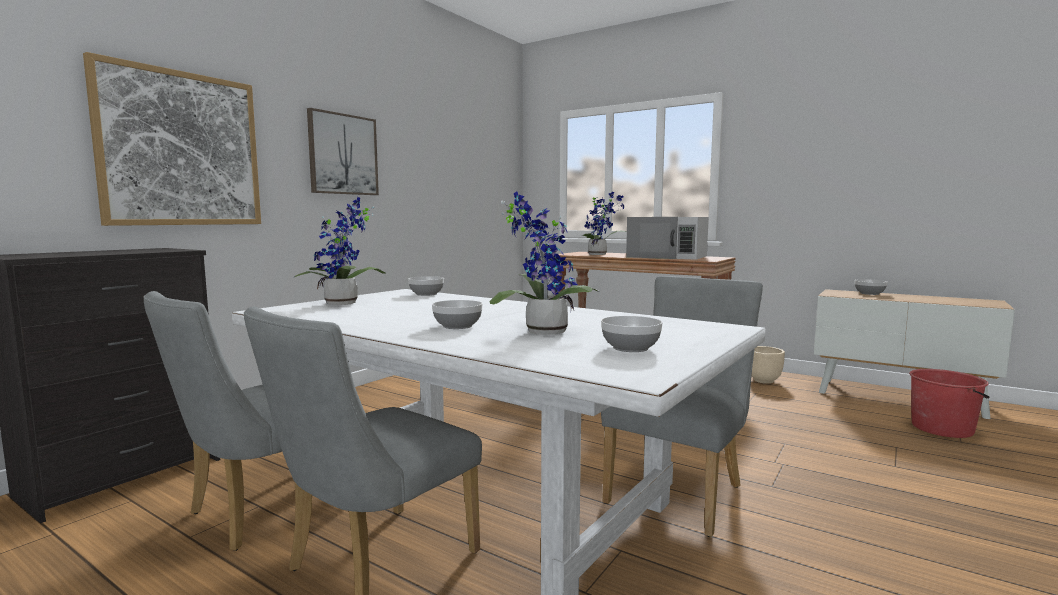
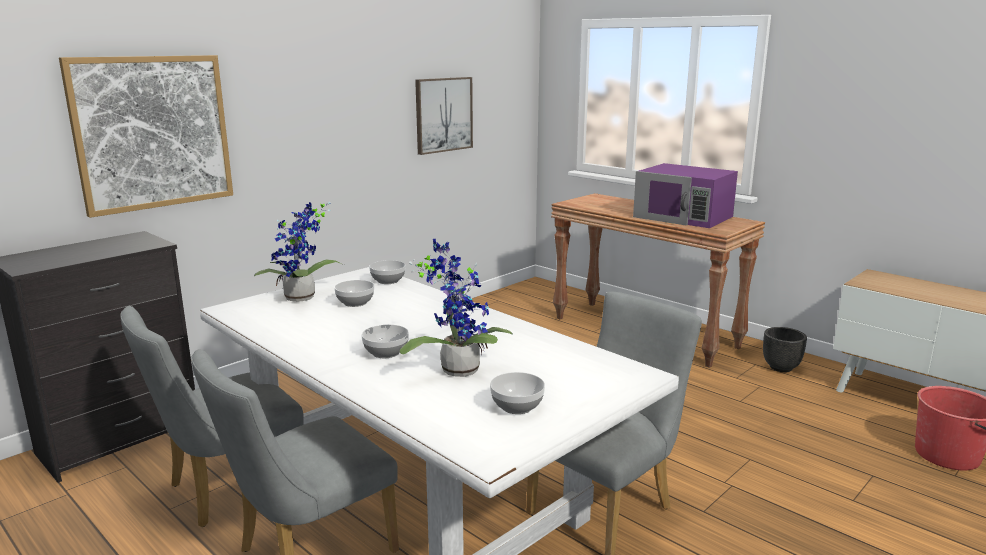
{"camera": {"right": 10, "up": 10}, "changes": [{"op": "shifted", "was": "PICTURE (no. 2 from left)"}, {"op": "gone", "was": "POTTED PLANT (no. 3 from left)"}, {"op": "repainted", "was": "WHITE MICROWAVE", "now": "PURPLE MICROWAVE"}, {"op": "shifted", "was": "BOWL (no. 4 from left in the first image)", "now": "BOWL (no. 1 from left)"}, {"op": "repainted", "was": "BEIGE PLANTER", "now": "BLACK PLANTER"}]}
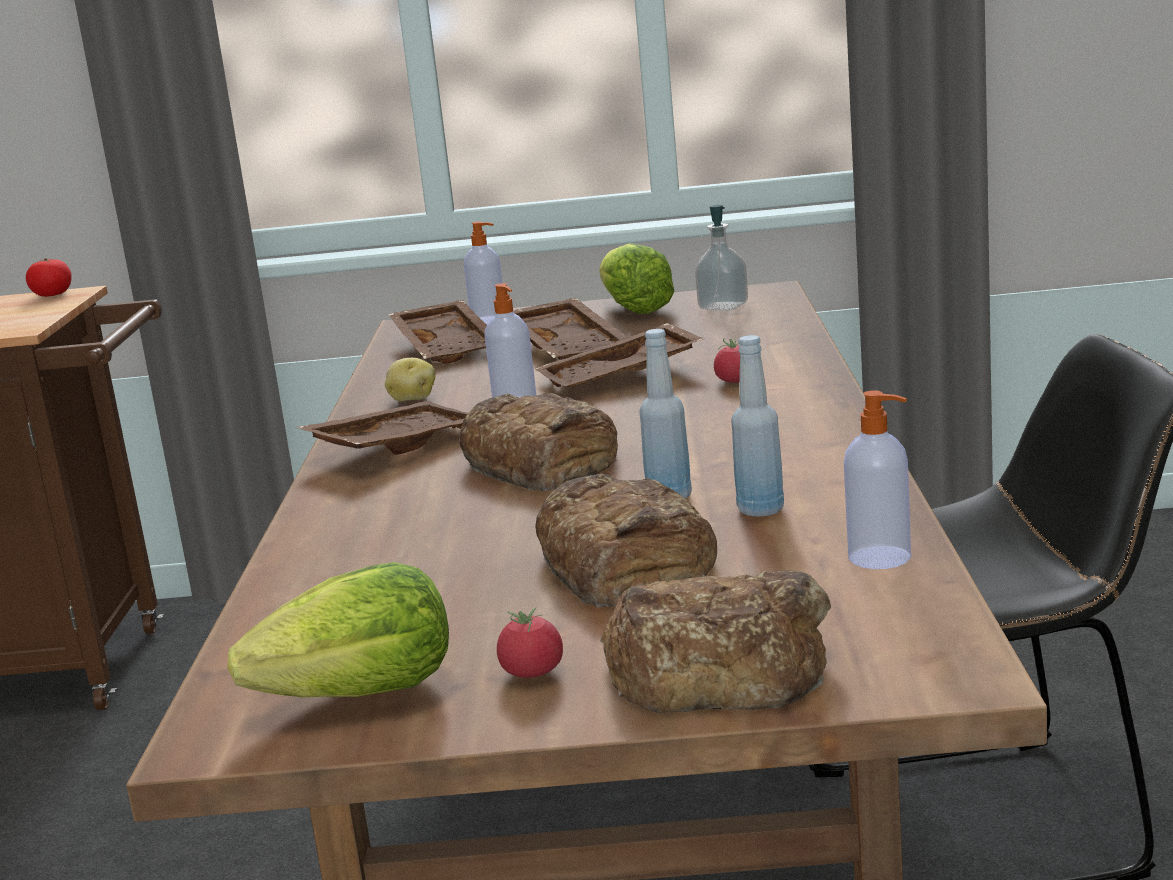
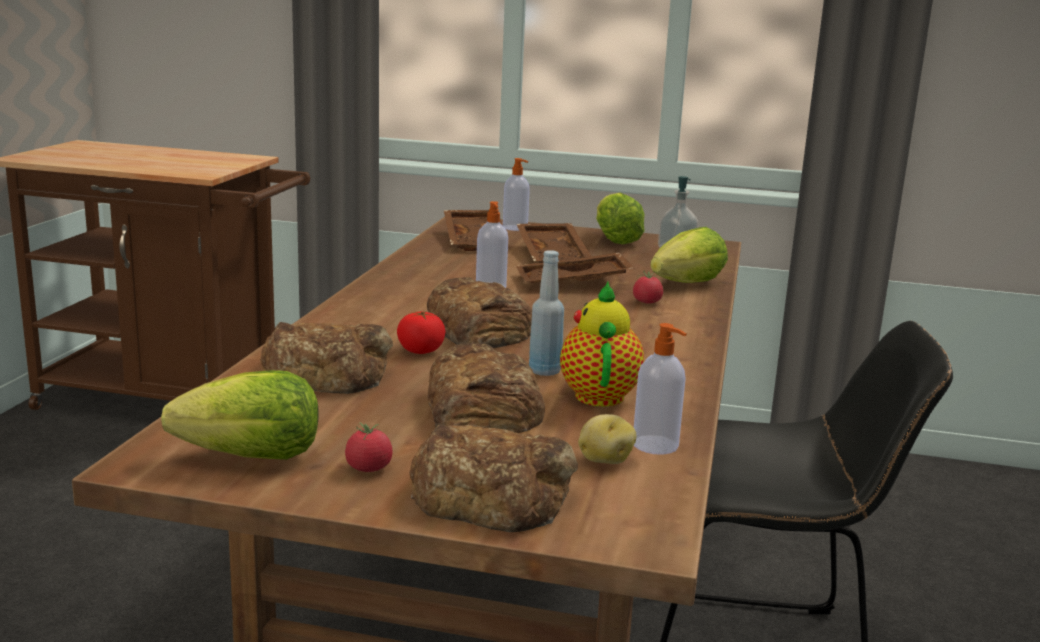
{"camera": {"right": 10, "up": 0}, "changes": [{"op": "shifted", "was": "TOMATO (no. 1 from left in the first image)", "now": "TOMATO (no. 2 from left)"}, {"op": "swapped", "was": "BLUE BOTTLE (no. 2 from left)", "now": "TEAPOT"}, {"op": "shifted", "was": "POTATO"}, {"op": "gone", "was": "BROWN TRAY (no. 1 from left)"}, {"op": "new", "now": "LETTUCE (no. 3 from left)"}, {"op": "new", "now": "BREAD (no. 1 from left)"}]}
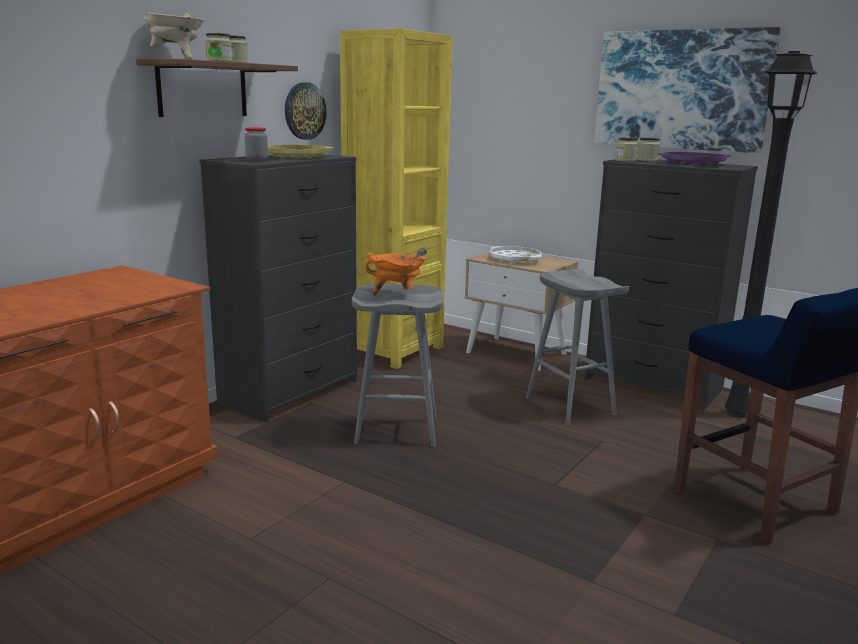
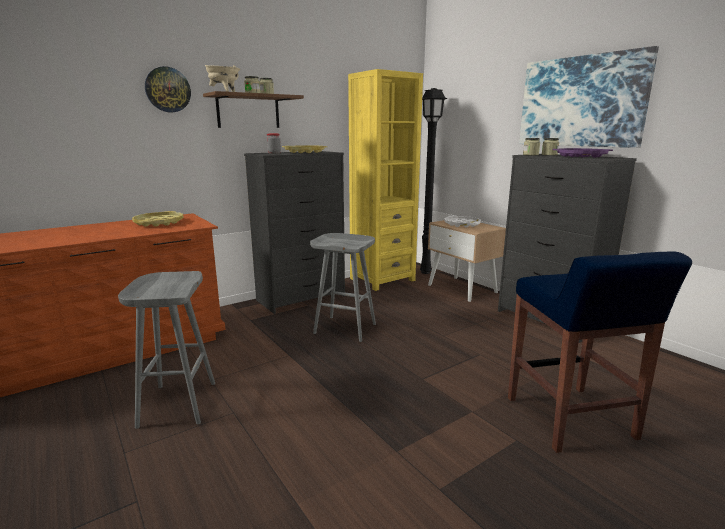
{"camera": {"right": 20, "up": 0}, "changes": [{"op": "shifted", "was": "BLACK FLOOR LAMP"}, {"op": "shifted", "was": "WALL CLOCK"}, {"op": "gone", "was": "ORANGE COOKING POT"}, {"op": "shifted", "was": "GREY STOOL (no. 2 from left in the first image)", "now": "GREY STOOL (no. 1 from left)"}, {"op": "new", "now": "YELLOW TRAY (no. 1 from left)"}]}
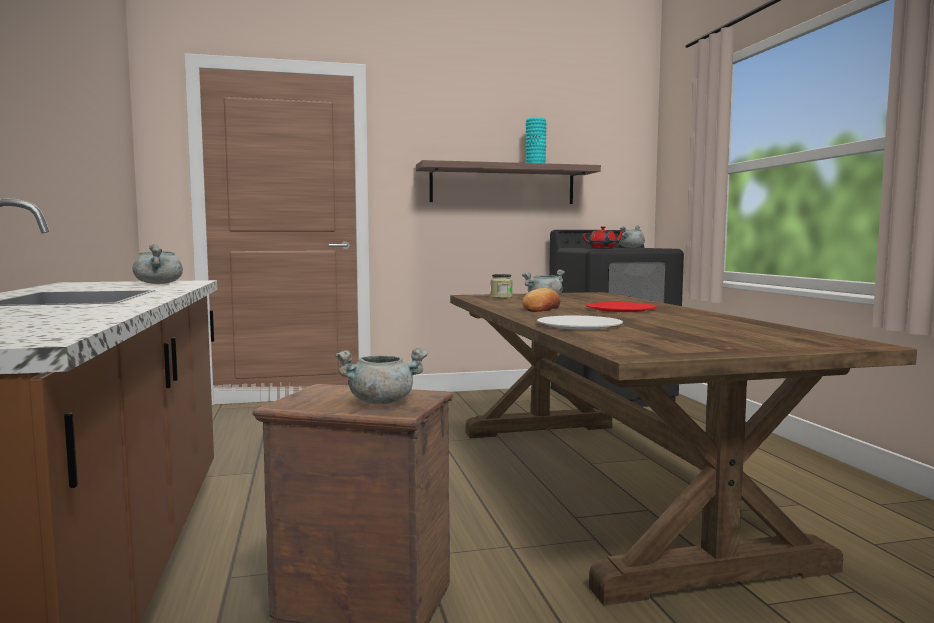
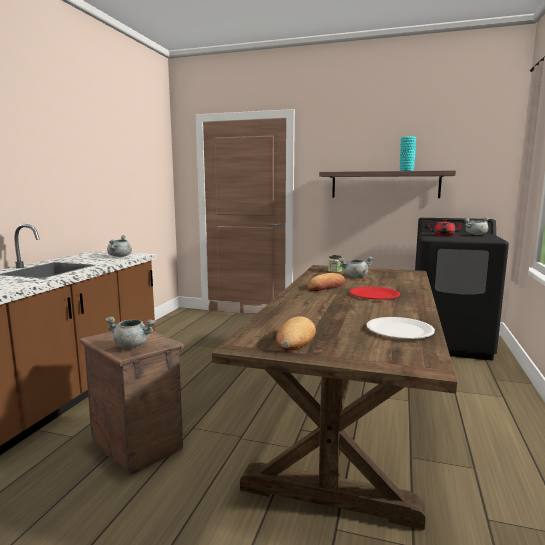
{"camera": {"right": 30, "up": 5}, "changes": [{"op": "shifted", "was": "WHITE PLATE"}, {"op": "new", "now": "BREAD (no. 1 from left)"}]}
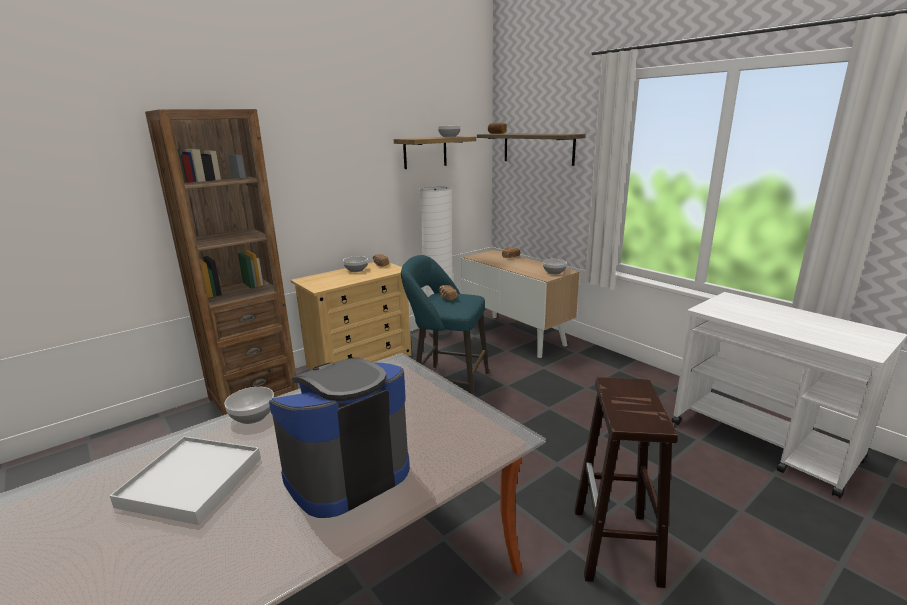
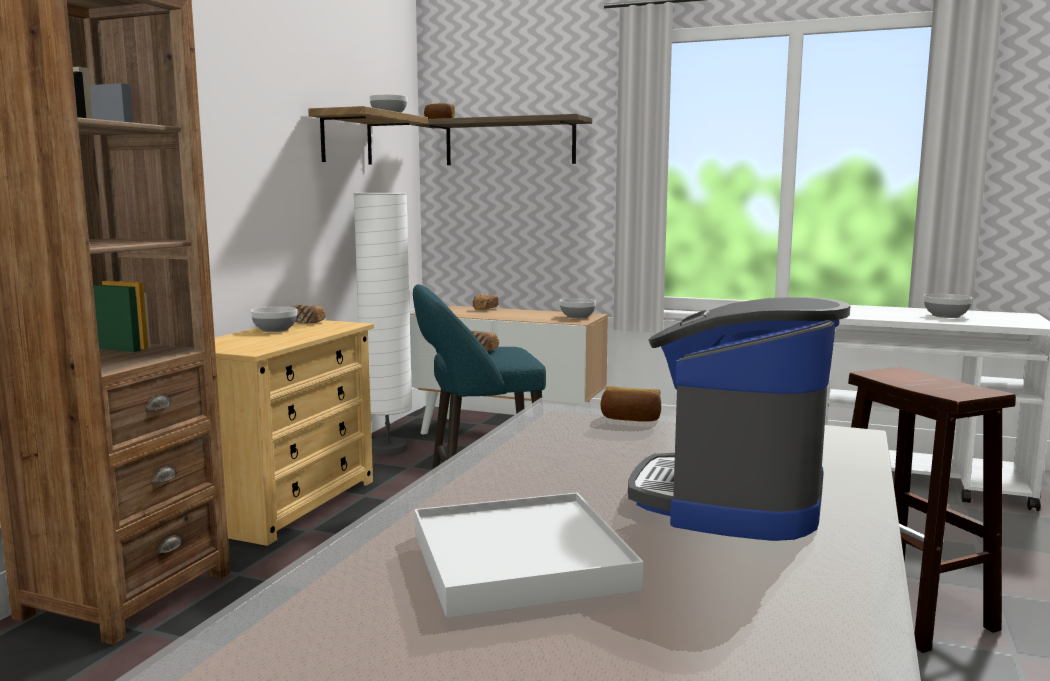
{"camera": {"right": -30, "up": -10}, "changes": [{"op": "shifted", "was": "BOWL (no. 1 from left in the first image)", "now": "BOWL (no. 4 from left)"}, {"op": "new", "now": "BREAD (no. 5 from left)"}]}
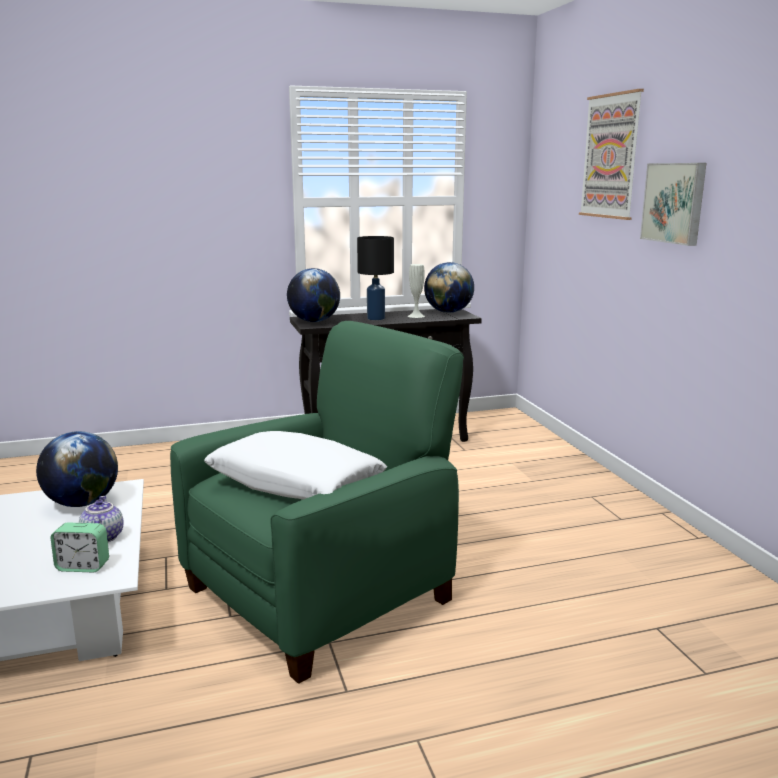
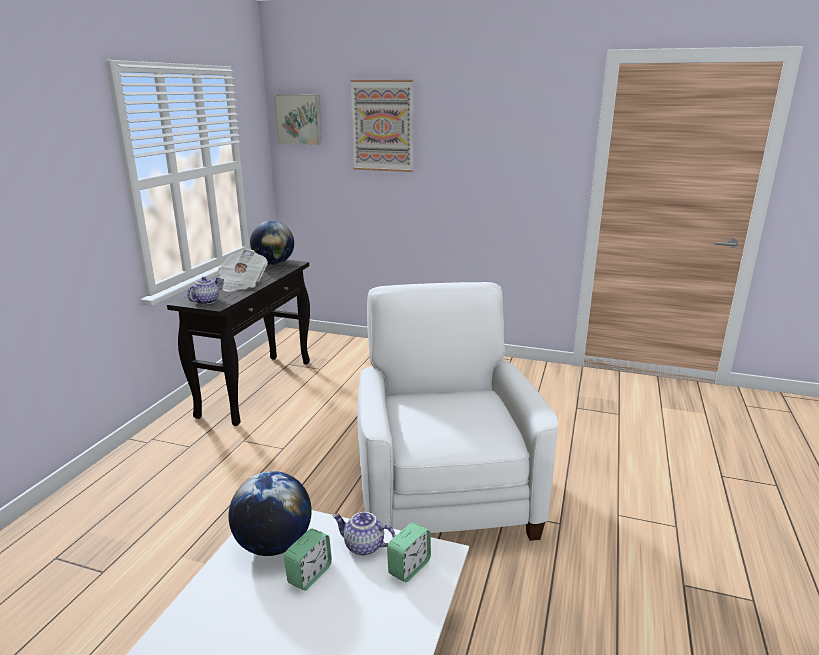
{"camera": {"right": -55, "up": 5}, "changes": [{"op": "shifted", "was": "PICTURE (no. 2 from left in the first image)", "now": "PICTURE (no. 1 from left)"}, {"op": "swapped", "was": "BLACK TABLE LAMP", "now": "NEWSPAPER"}, {"op": "gone", "was": "WHITE VASE"}, {"op": "swapped", "was": "GLOBE (no. 2 from left)", "now": "TEAPOT (no. 1 from left)"}, {"op": "repainted", "was": "GREEN ARMCHAIR", "now": "WHITE ARMCHAIR"}, {"op": "gone", "was": "WHITE PILLOW"}, {"op": "new", "now": "ALARM CLOCK (no. 1 from left)"}]}
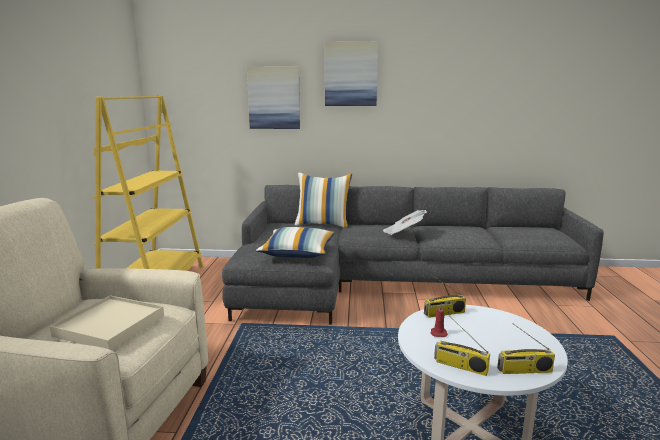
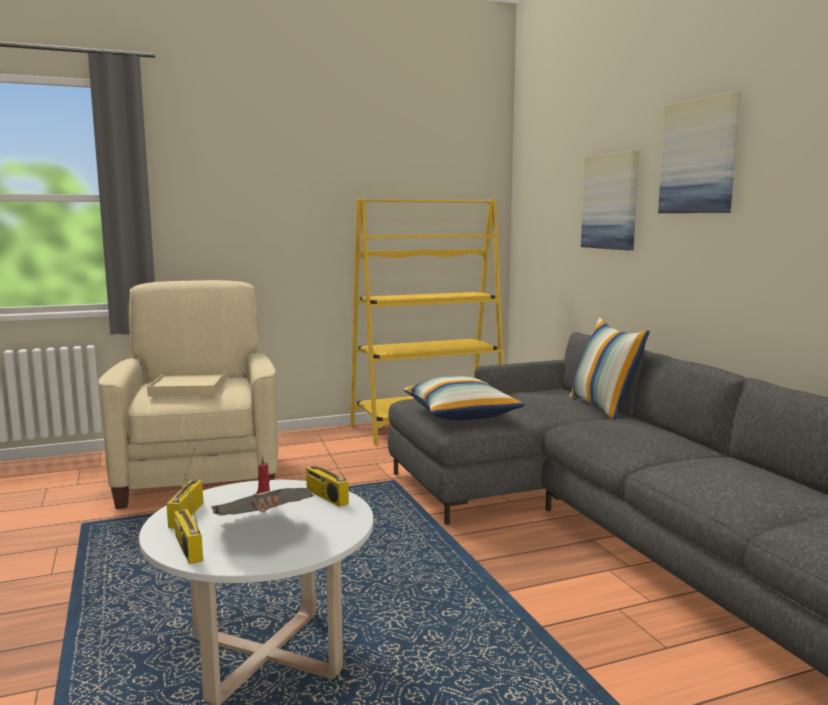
{"camera": {"right": 65, "up": -5}, "changes": [{"op": "shifted", "was": "NEWSPAPER"}]}
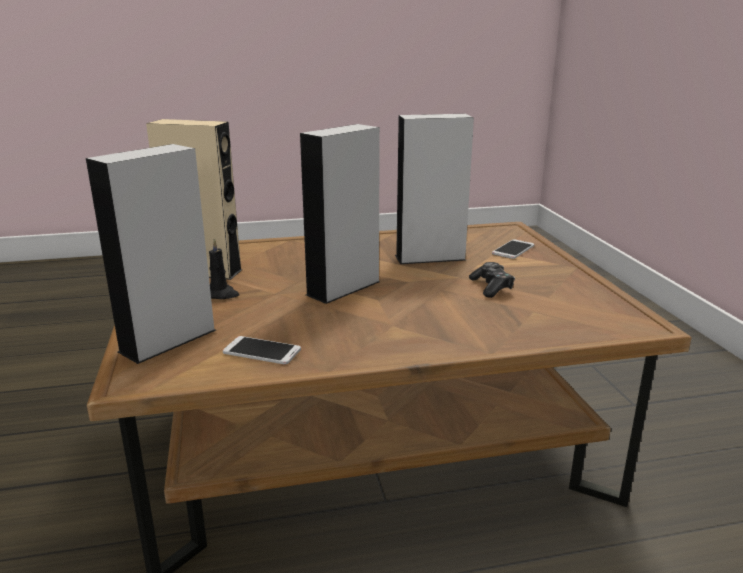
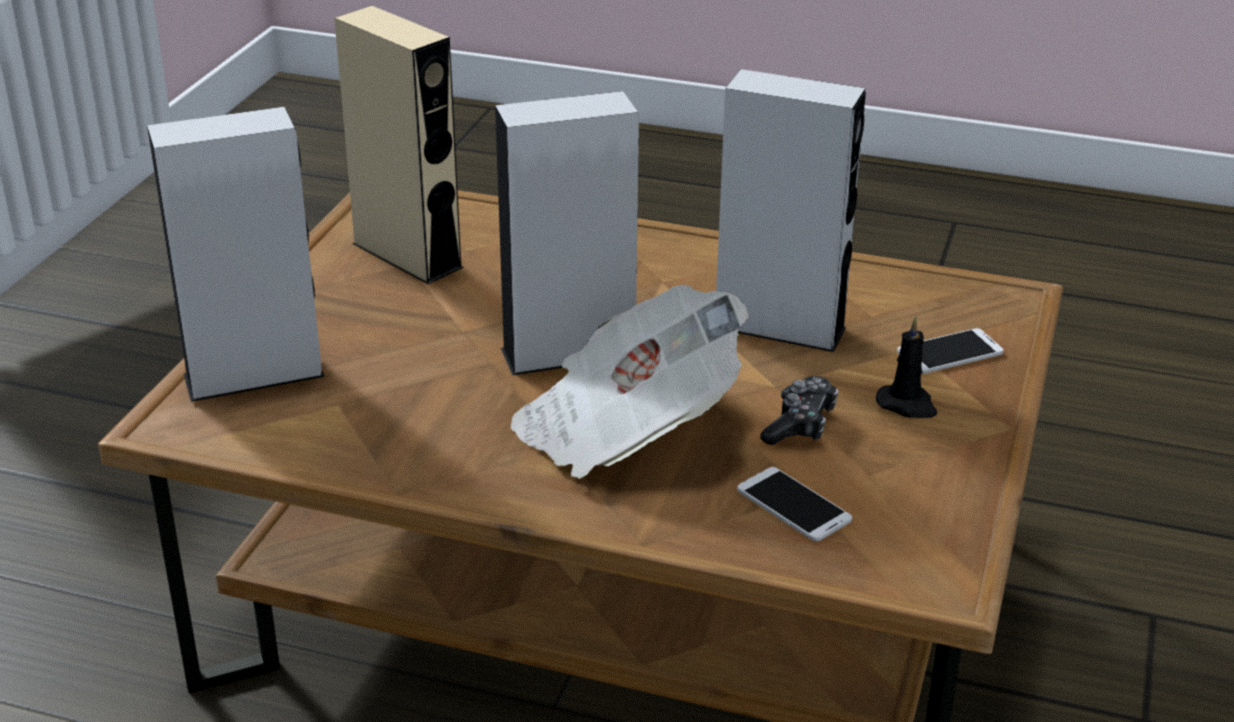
{"camera": {"right": 30, "up": 10}, "changes": [{"op": "shifted", "was": "BLACK CANDLE"}, {"op": "shifted", "was": "PHONE (no. 1 from left)"}, {"op": "new", "now": "NEWSPAPER"}]}
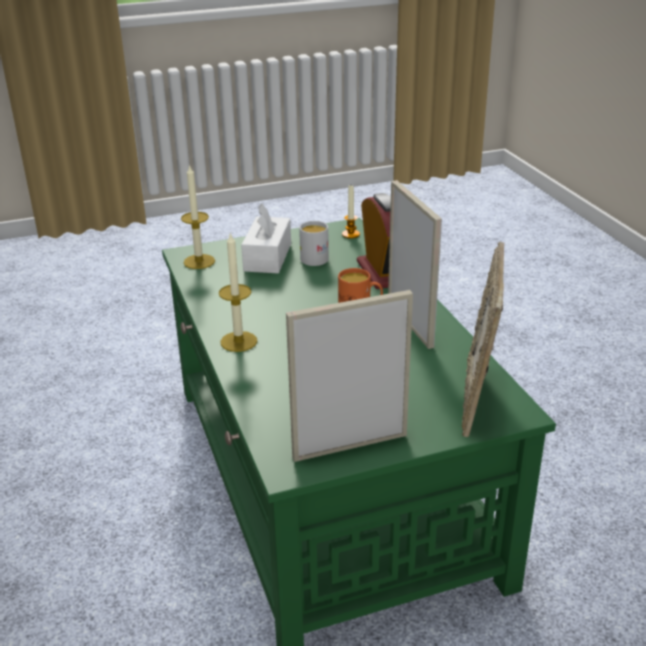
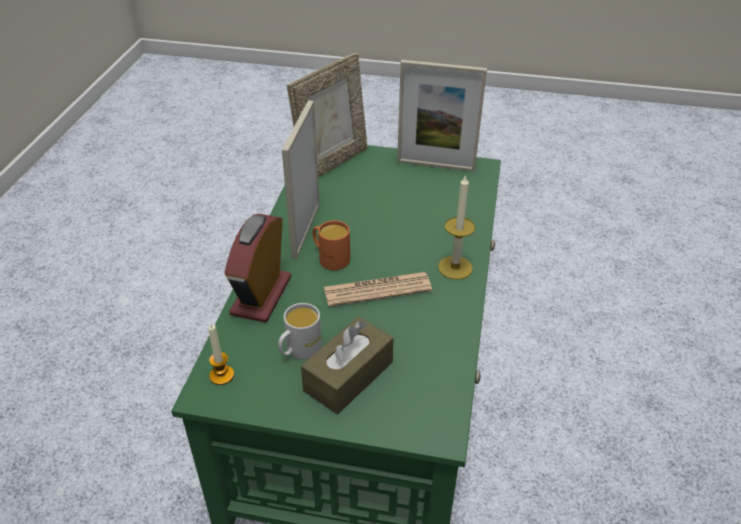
{"camera": {"right": -150, "up": 10}, "changes": [{"op": "gone", "was": "CANDLE (no. 1 from left)"}, {"op": "repainted", "was": "WHITE TISSUE BOX", "now": "BROWN TISSUE BOX"}, {"op": "new", "now": "NEWSPAPER"}]}
